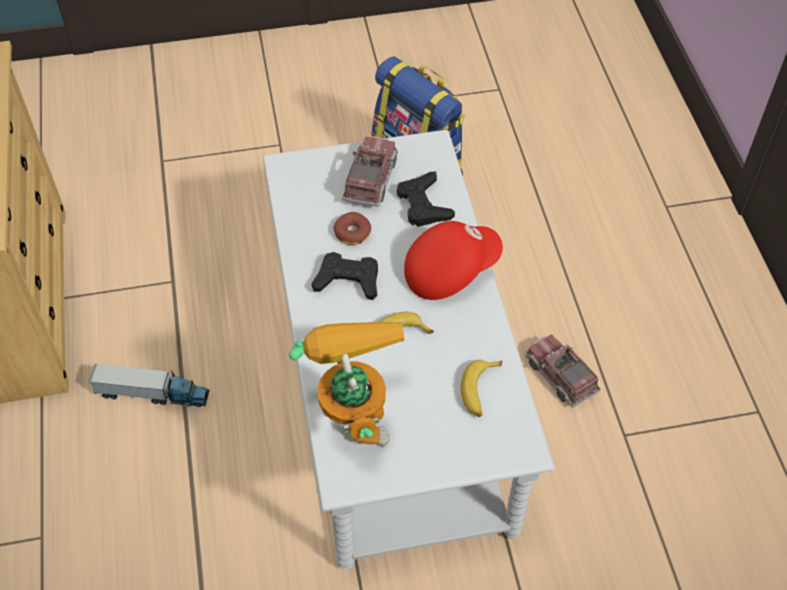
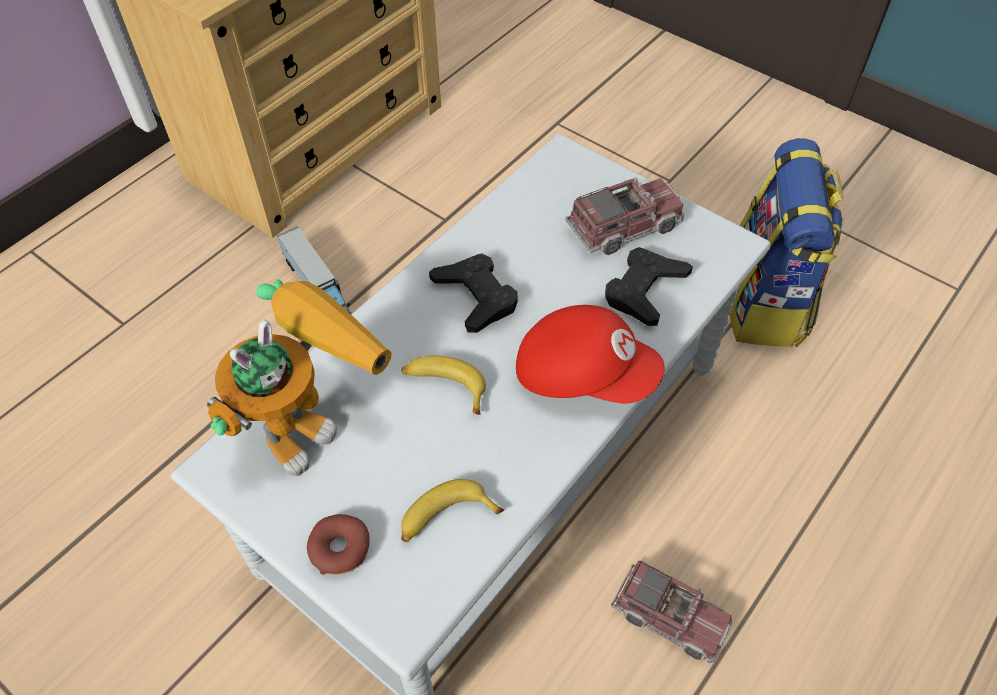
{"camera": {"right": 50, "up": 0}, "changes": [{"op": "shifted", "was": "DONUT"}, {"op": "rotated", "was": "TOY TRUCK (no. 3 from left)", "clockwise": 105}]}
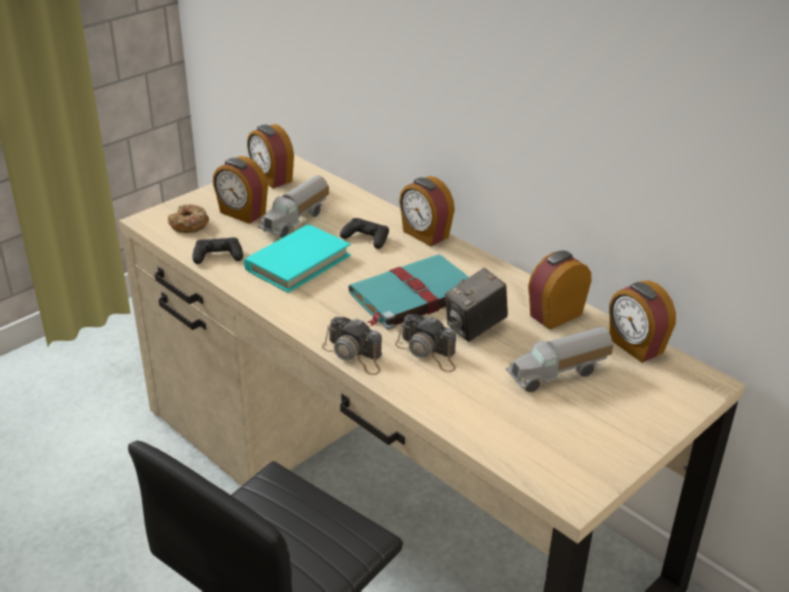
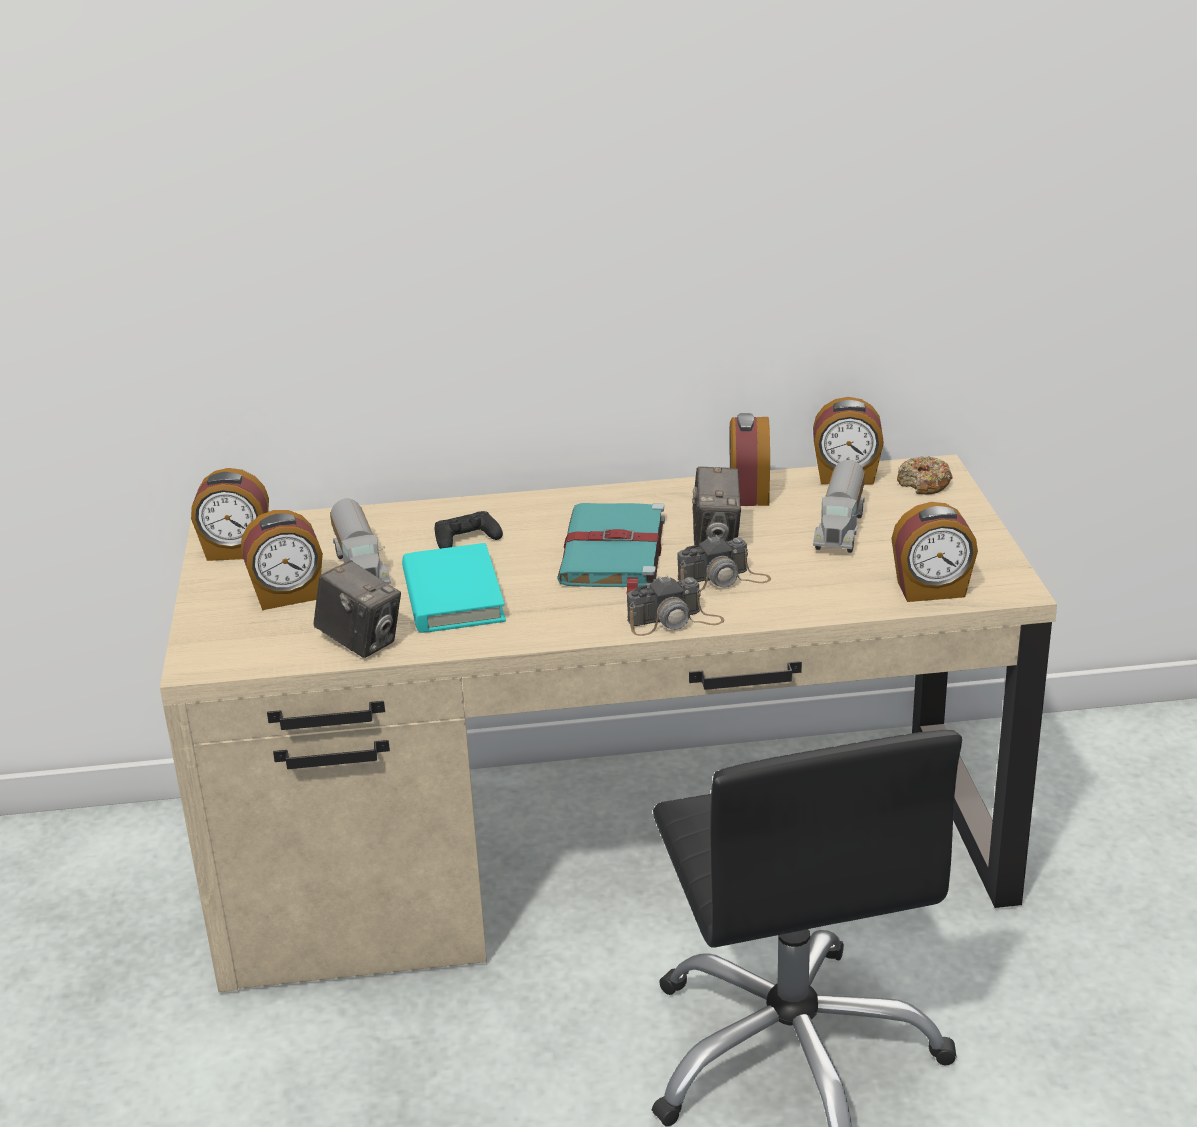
{"camera": {"right": -50, "up": -5}, "changes": [{"op": "shifted", "was": "ALARM CLOCK (no. 3 from left in the first image)", "now": "ALARM CLOCK (no. 5 from left)"}, {"op": "shifted", "was": "DONUT"}, {"op": "swapped", "was": "BLACK GAME CONTROLLER (no. 1 from left)", "now": "PHOTO CAMERA (no. 1 from left)"}]}
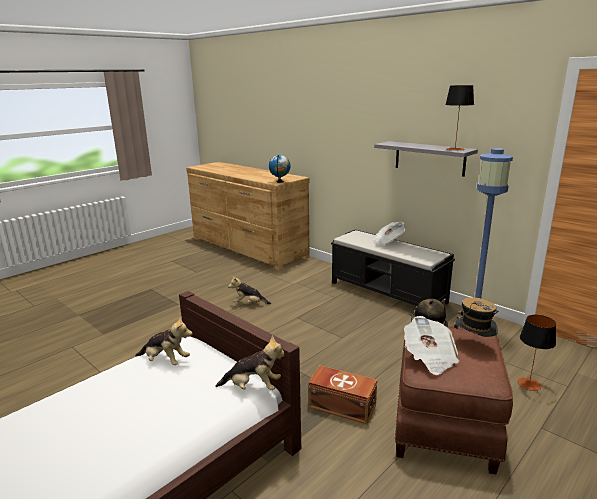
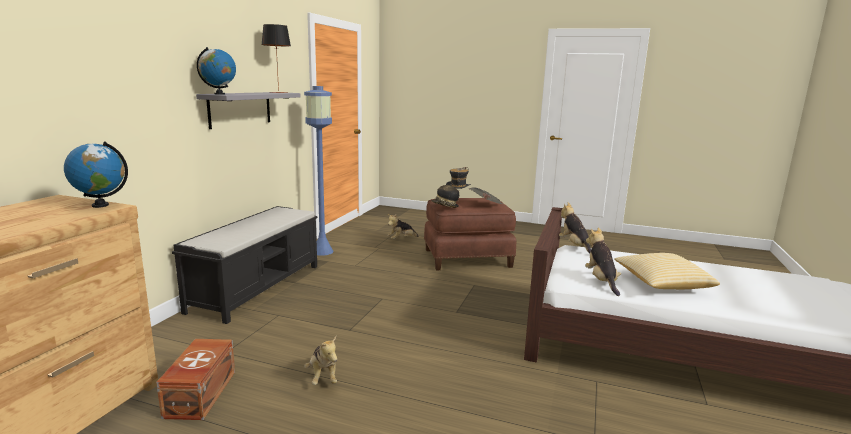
{"camera": {"right": -115, "up": -5}, "changes": [{"op": "gone", "was": "NEWSPAPER (no. 1 from left)"}, {"op": "swapped", "was": "TABLE LAMP (no. 2 from left)", "now": "PLUSH TOY (no. 2 from left)"}, {"op": "shifted", "was": "BROWN STORAGE BOX"}, {"op": "new", "now": "GLOBE (no. 2 from left)"}, {"op": "new", "now": "PILLOW"}]}
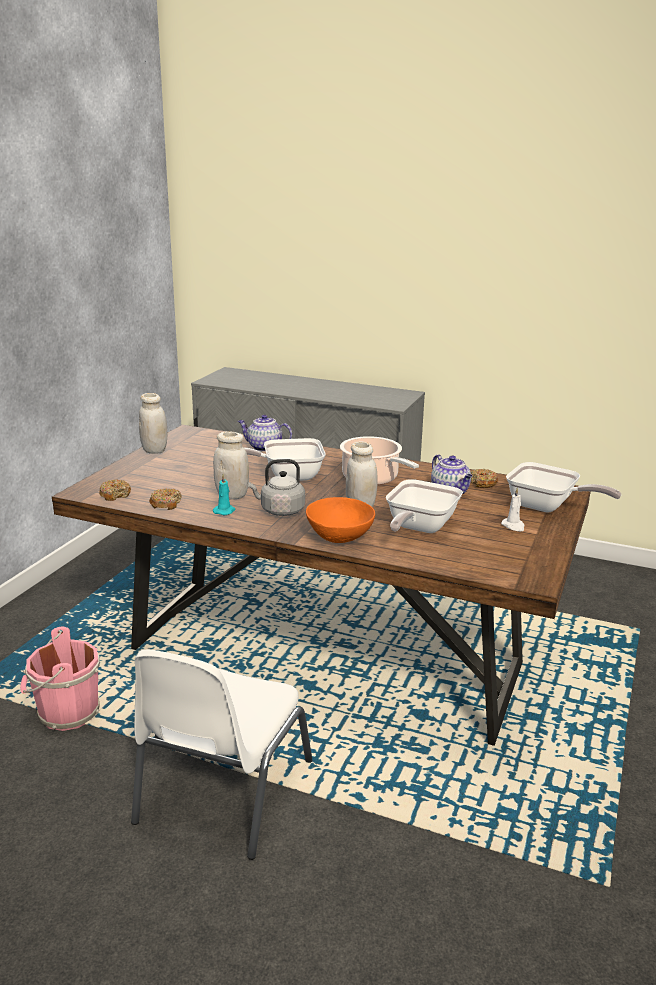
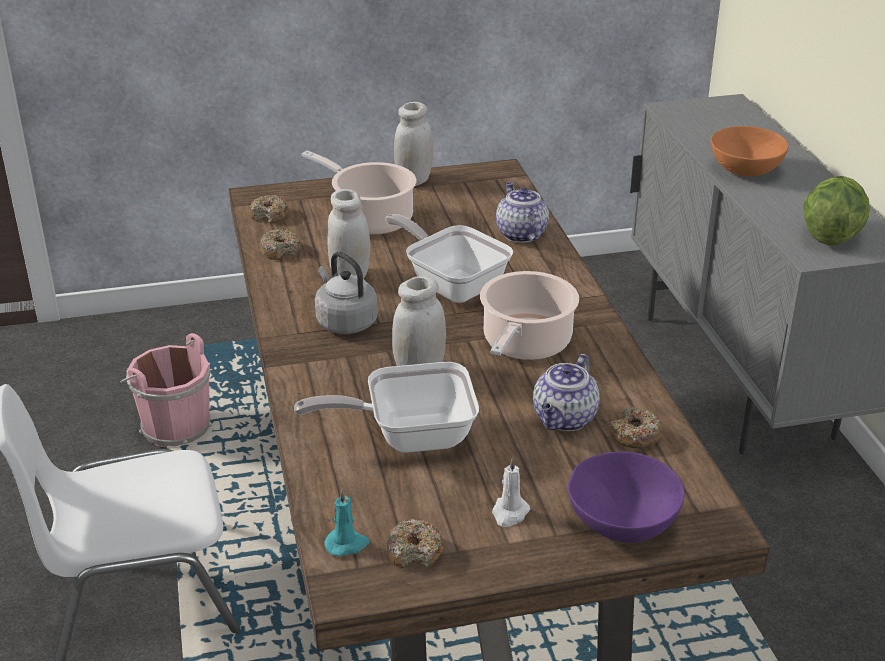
{"camera": {"right": 55, "up": 10}, "changes": [{"op": "swapped", "was": "FRYING PAN (no. 3 from left)", "now": "PURPLE BOWL"}, {"op": "shifted", "was": "TURQUOISE CANDLE"}, {"op": "shifted", "was": "ORANGE BOWL"}, {"op": "new", "now": "COOKING POT (no. 1 from left)"}, {"op": "new", "now": "LETTUCE"}, {"op": "new", "now": "DONUT (no. 3 from left)"}]}
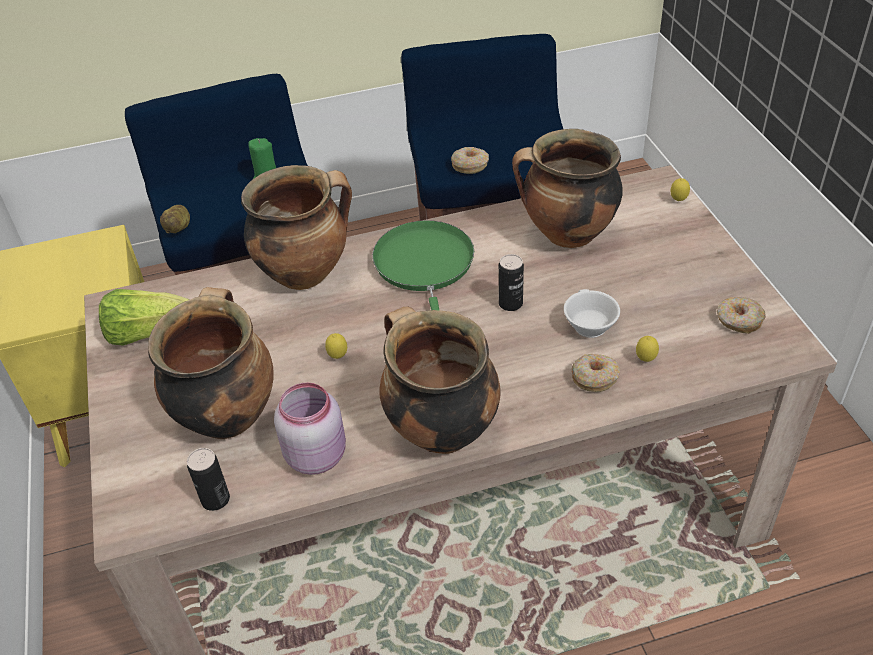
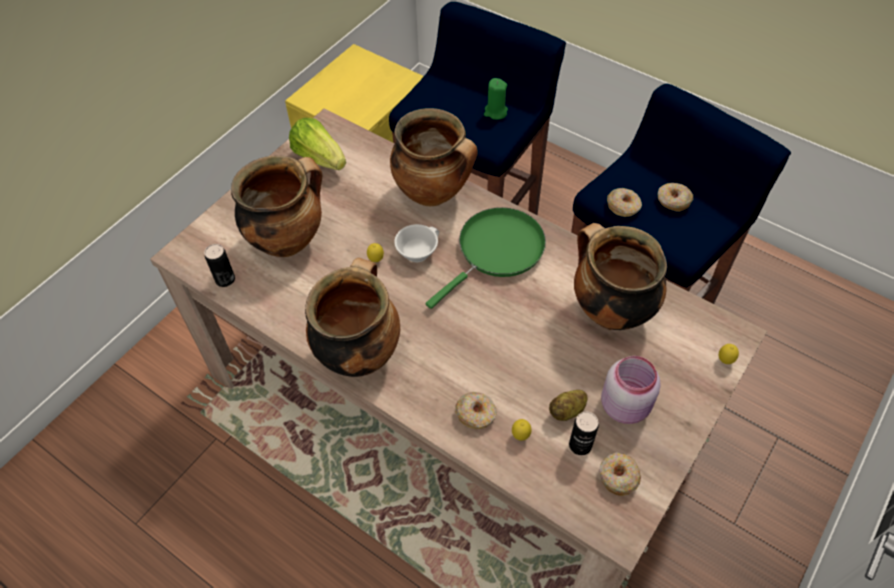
{"camera": {"right": 50, "up": 10}, "changes": [{"op": "shifted", "was": "POTATO"}, {"op": "shifted", "was": "CAN (no. 2 from left)"}, {"op": "shifted", "was": "WHITE CUP"}, {"op": "shifted", "was": "PINK JAR"}, {"op": "new", "now": "DONUT (no. 4 from left)"}]}
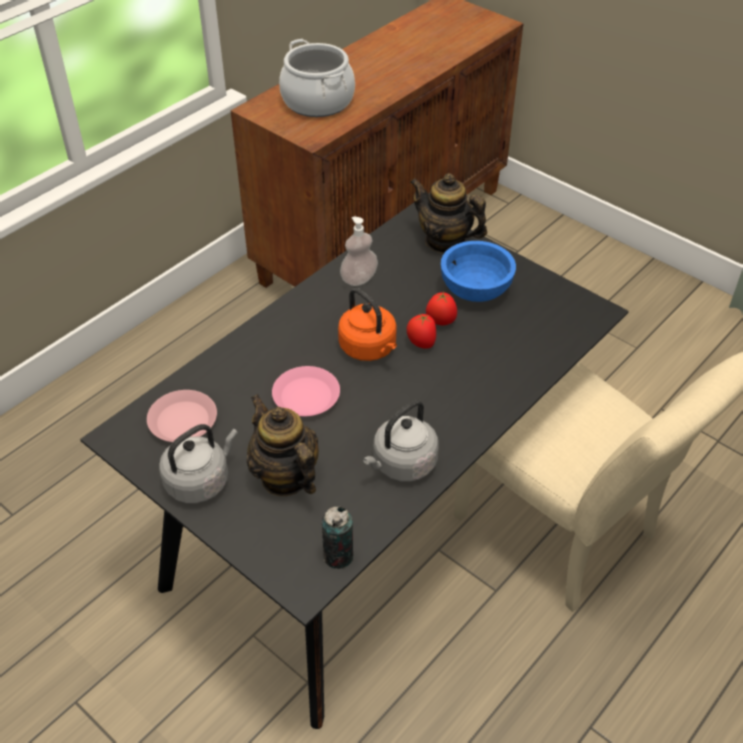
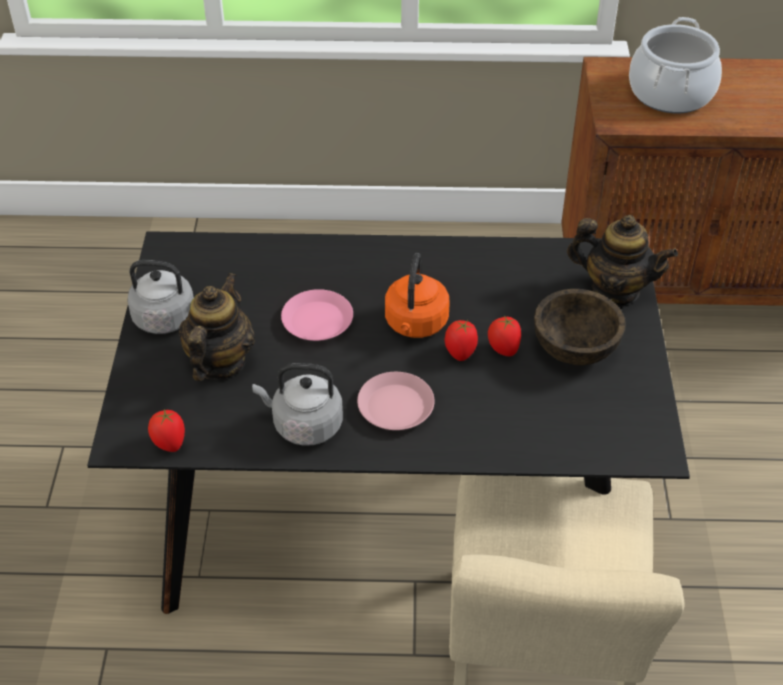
{"camera": {"right": 50, "up": 0}, "changes": [{"op": "rotated", "was": "TEAPOT (no. 2 from left)", "clockwise": 120}, {"op": "gone", "was": "SOAP DISPENSER"}, {"op": "repainted", "was": "BLUE BOWL", "now": "BROWN BOWL"}, {"op": "shifted", "was": "PINK PLATE (no. 1 from left in the first image)", "now": "PINK PLATE (no. 2 from left)"}, {"op": "swapped", "was": "CAN", "now": "TOMATO (no. 1 from left)"}]}
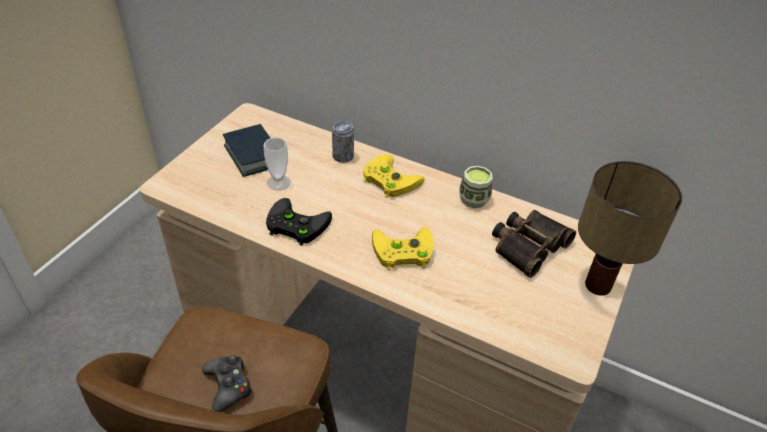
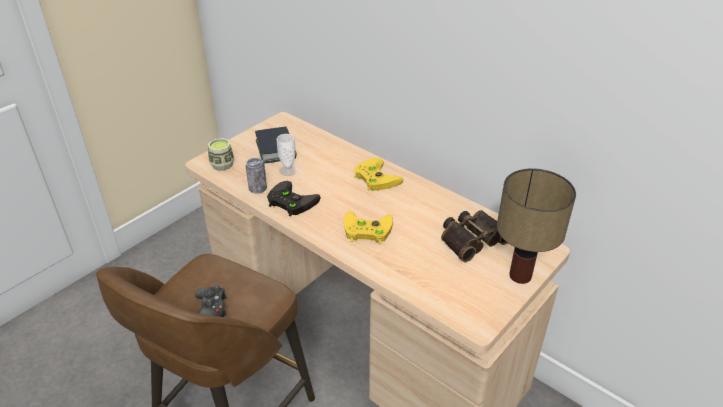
{"camera": {"right": 15, "up": -5}, "changes": [{"op": "shifted", "was": "CAN"}, {"op": "shifted", "was": "CUP (no. 2 from left in the first image)", "now": "CUP (no. 1 from left)"}]}
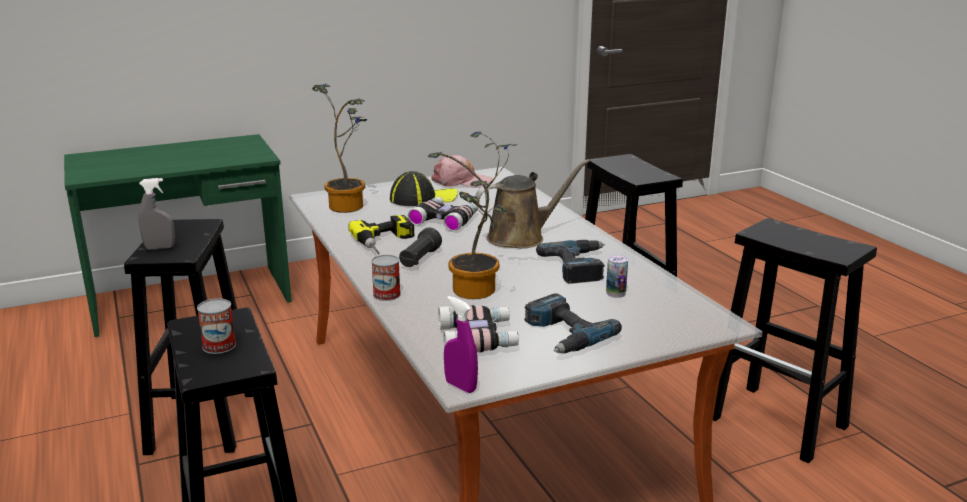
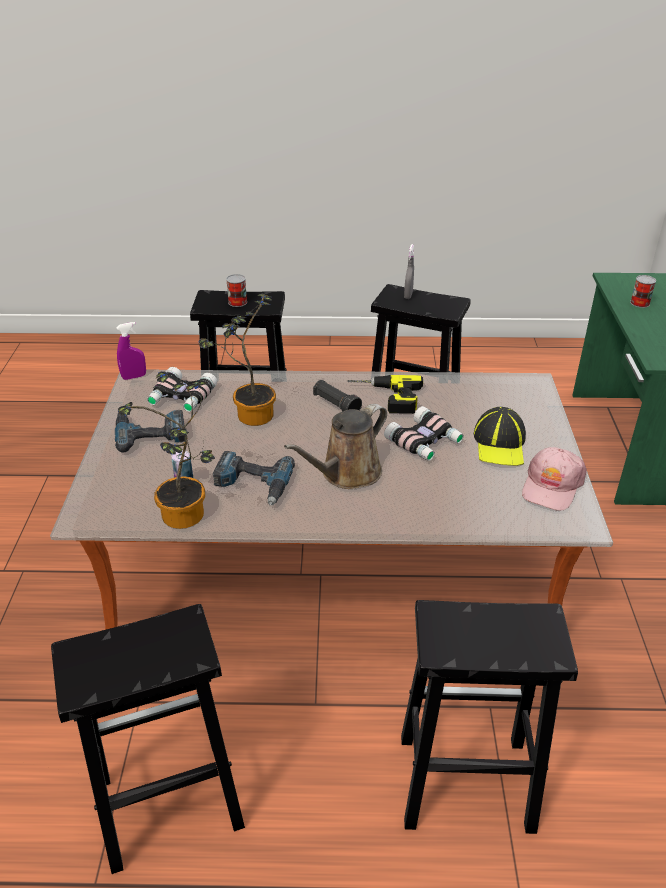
{"camera": {"right": 115, "up": 15}, "changes": [{"op": "shifted", "was": "POTTED PLANT (no. 1 from left)"}, {"op": "rotated", "was": "BROWN WATERING CAN", "clockwise": 45}, {"op": "shifted", "was": "CAN (no. 2 from left in the first image)", "now": "CAN (no. 3 from left)"}]}
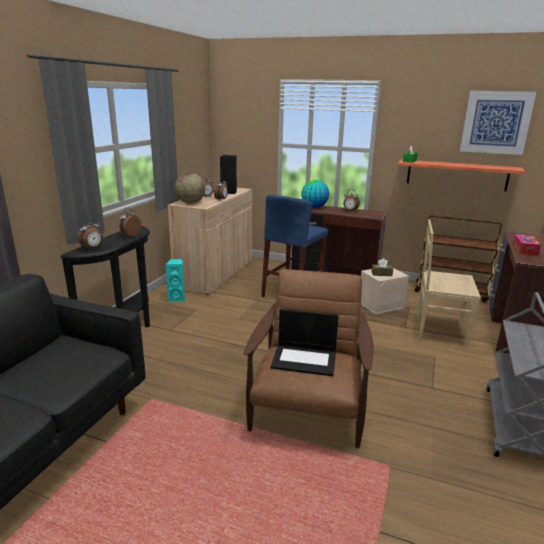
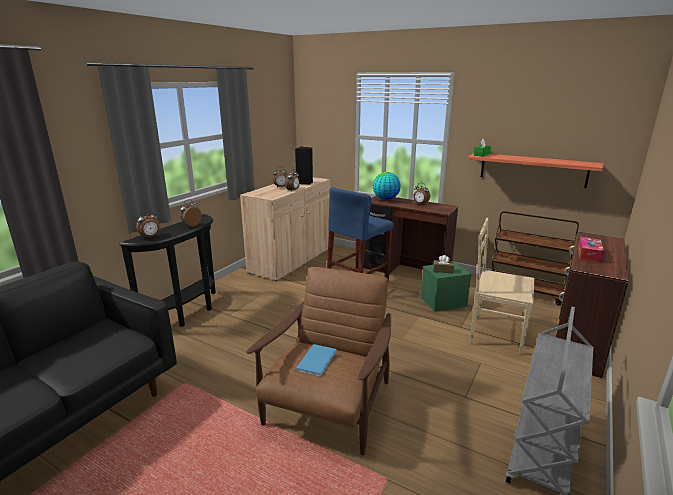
{"camera": {"right": 10, "up": 0}, "changes": [{"op": "gone", "was": "PICTURE"}, {"op": "gone", "was": "GLOBE (no. 1 from left)"}, {"op": "gone", "was": "TURQUOISE SPEAKER"}, {"op": "repainted", "was": "BEIGE STORAGE BOX", "now": "GREEN STORAGE BOX"}, {"op": "swapped", "was": "LAPTOP", "now": "BLUE BOOK"}]}
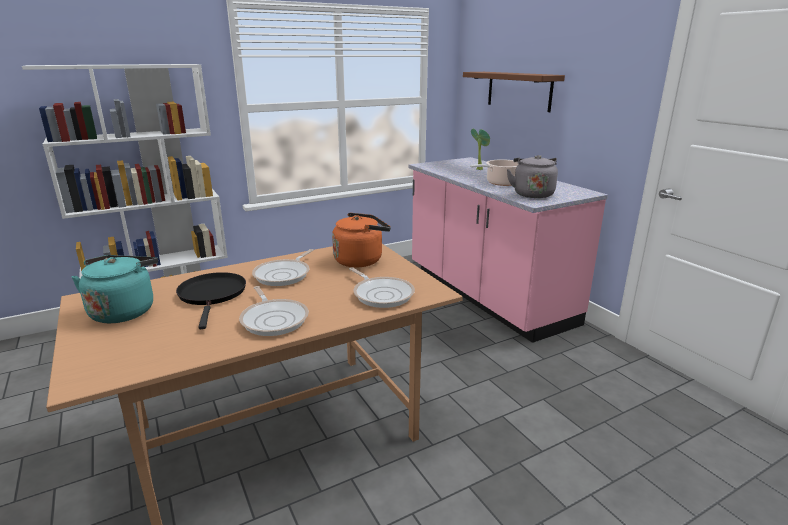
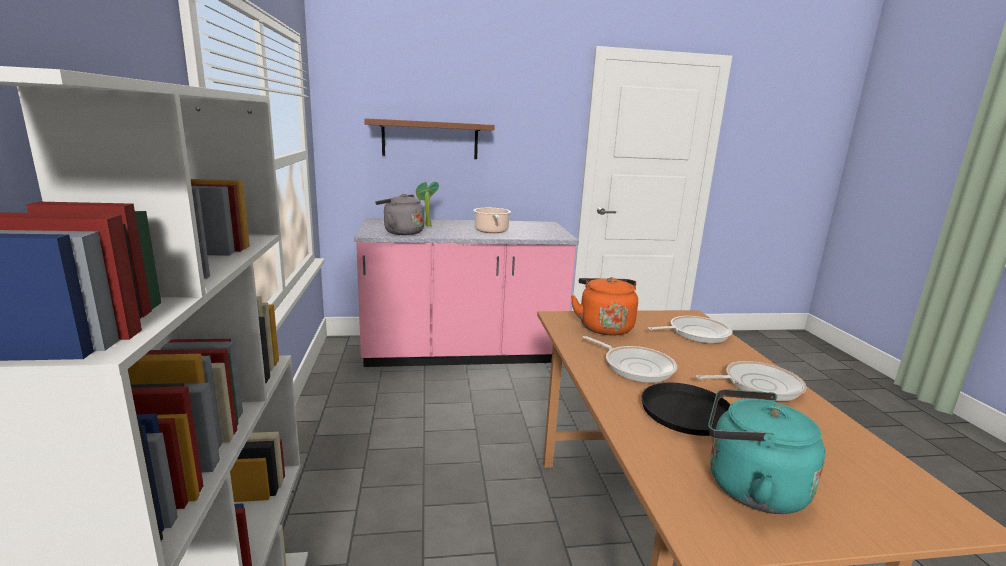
{"camera": {"right": -70, "up": -5}, "changes": [{"op": "shifted", "was": "GREY KETTLE"}]}
